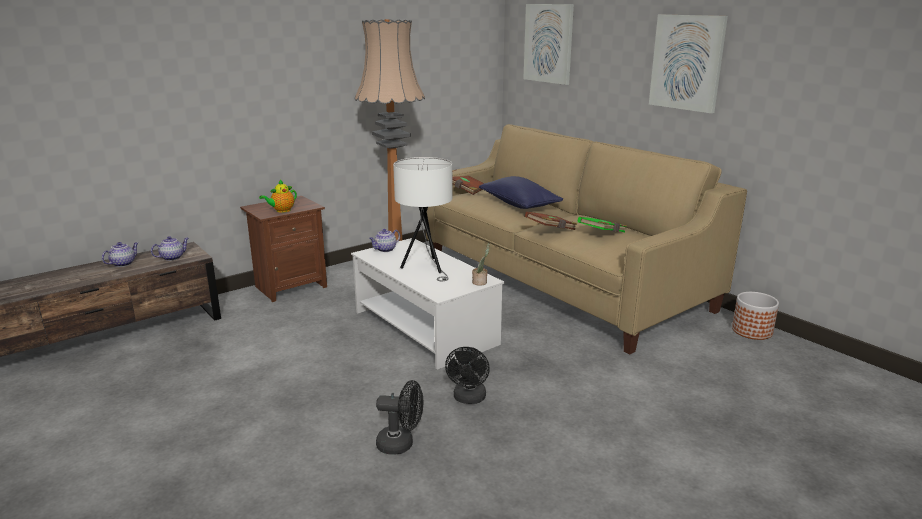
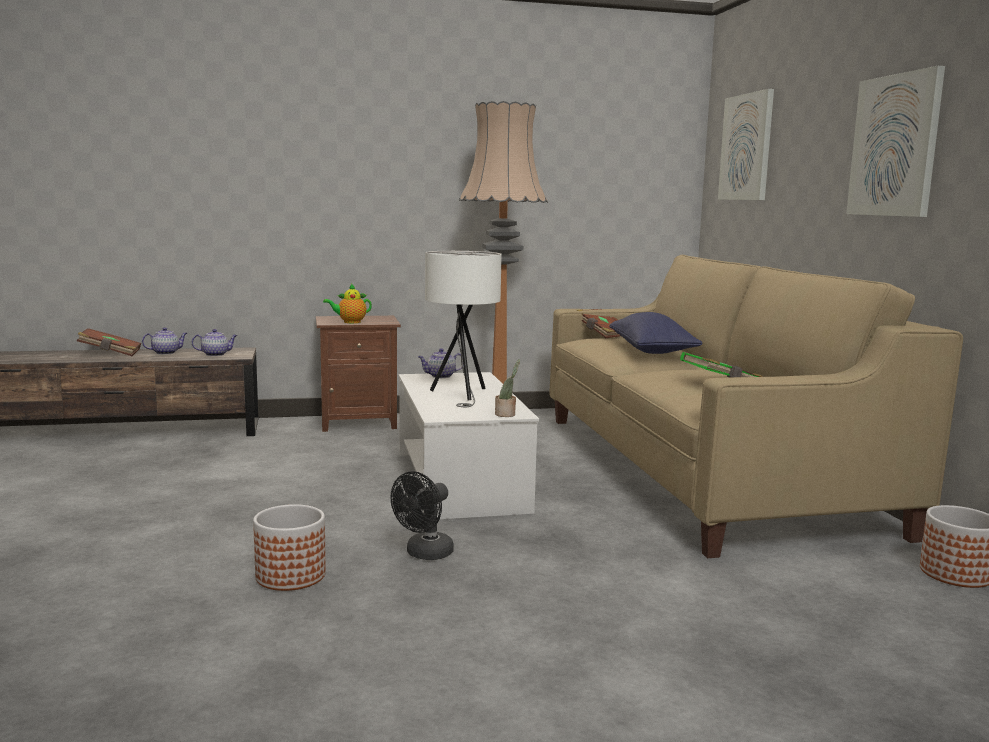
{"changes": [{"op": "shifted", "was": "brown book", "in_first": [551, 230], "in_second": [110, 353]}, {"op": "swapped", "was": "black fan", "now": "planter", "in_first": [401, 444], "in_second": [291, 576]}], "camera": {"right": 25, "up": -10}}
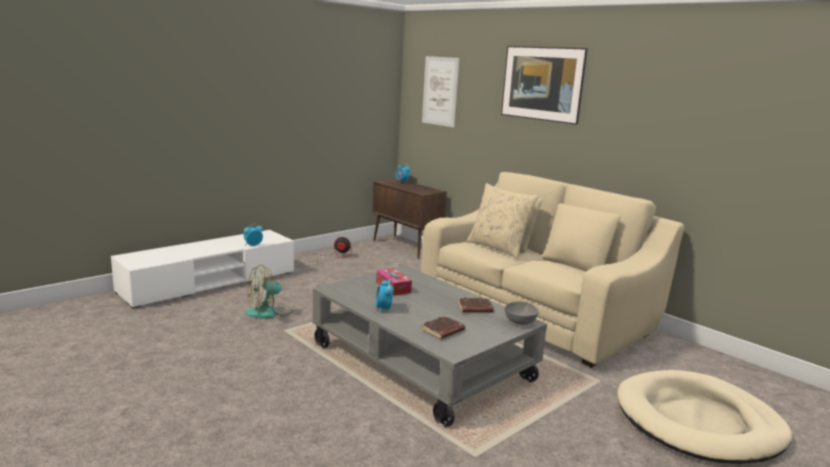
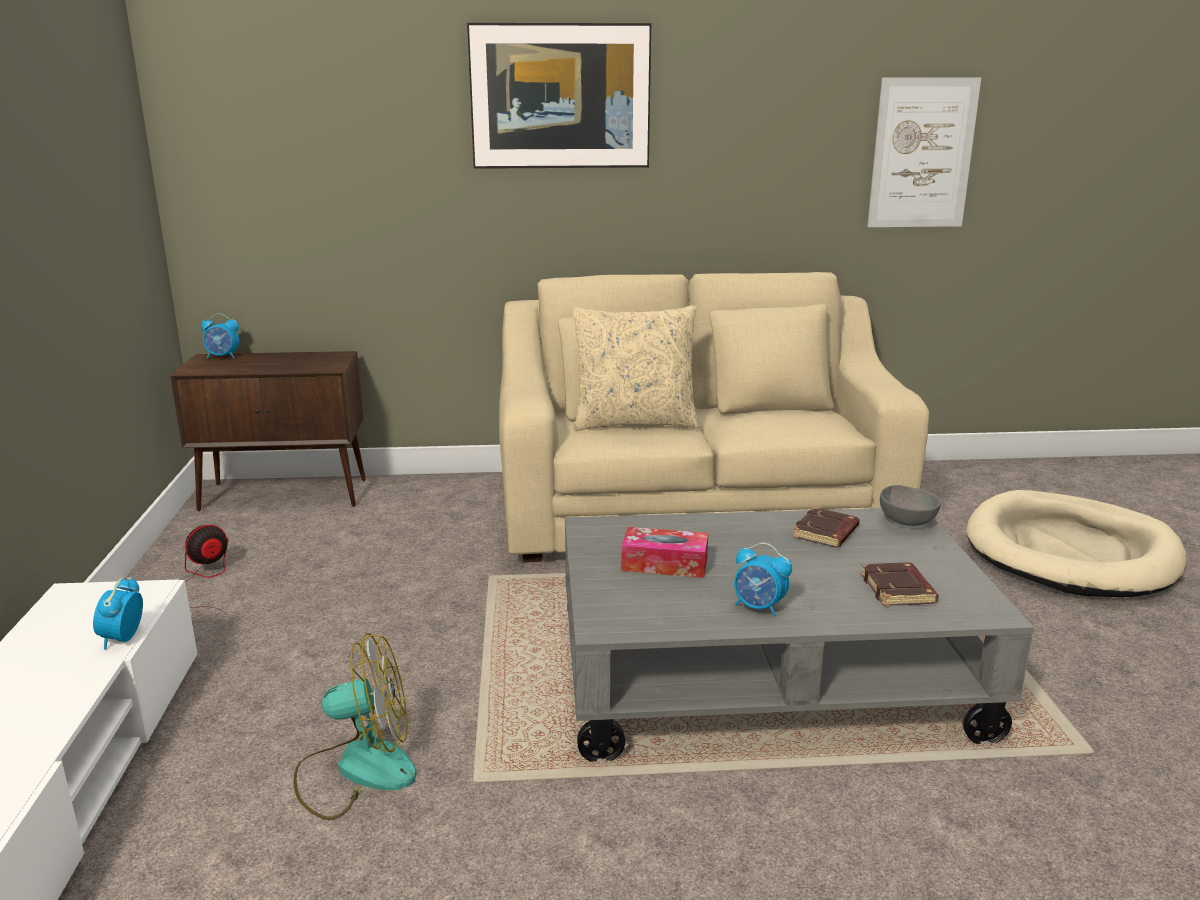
{"changes": [{"op": "shifted", "was": "picture", "in_first": [440, 91], "in_second": [922, 154]}, {"op": "rotated", "was": "fan", "in_first": [269, 312], "in_second": [357, 770], "clockwise": -105}], "camera": {"right": -50, "up": 5}}
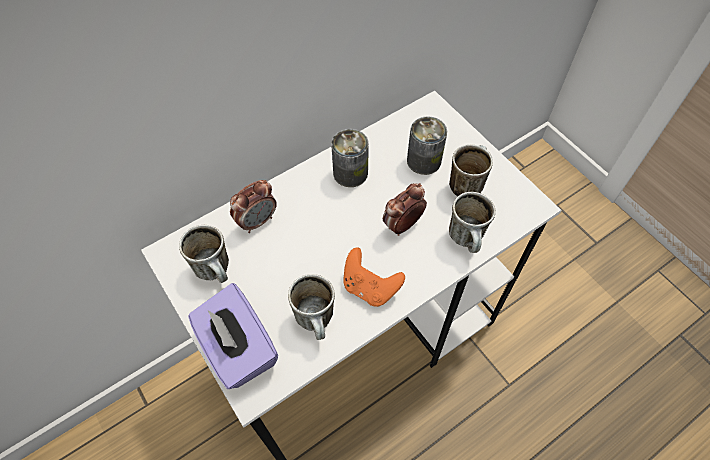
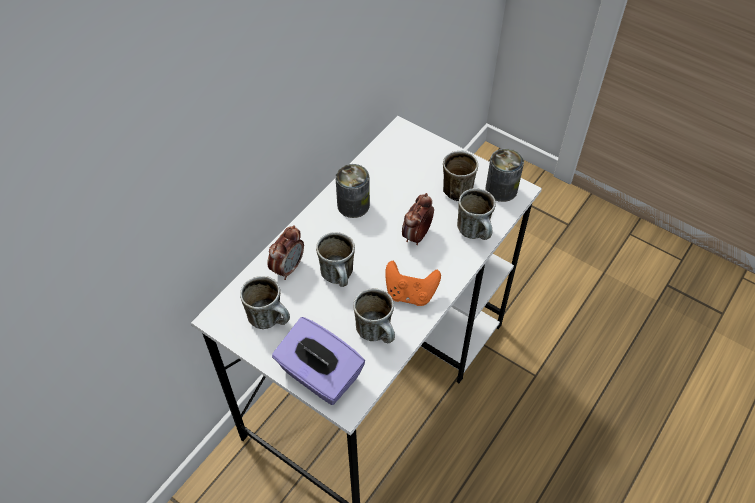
{"changes": [{"op": "shifted", "was": "can", "in_first": [424, 160], "in_second": [501, 189]}, {"op": "new", "now": "mug", "in_second": [340, 278]}], "camera": {"right": -20, "up": -5}}
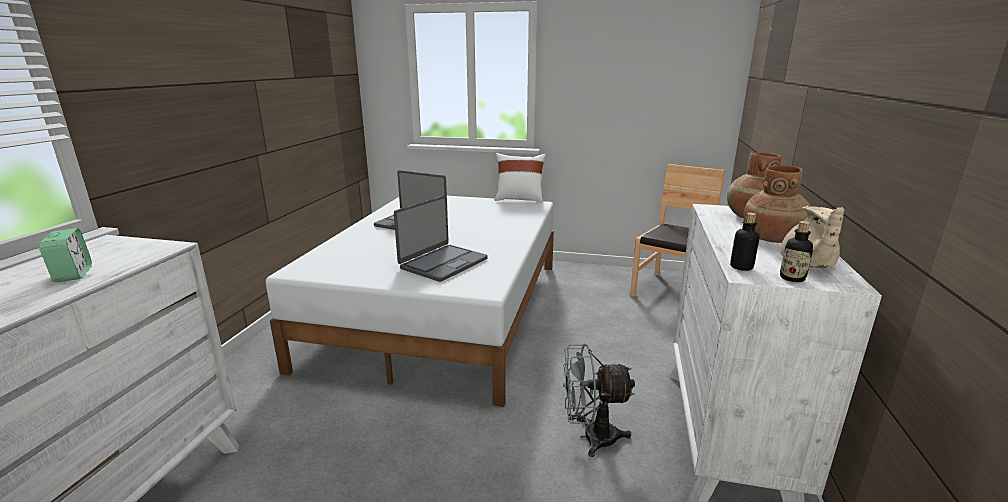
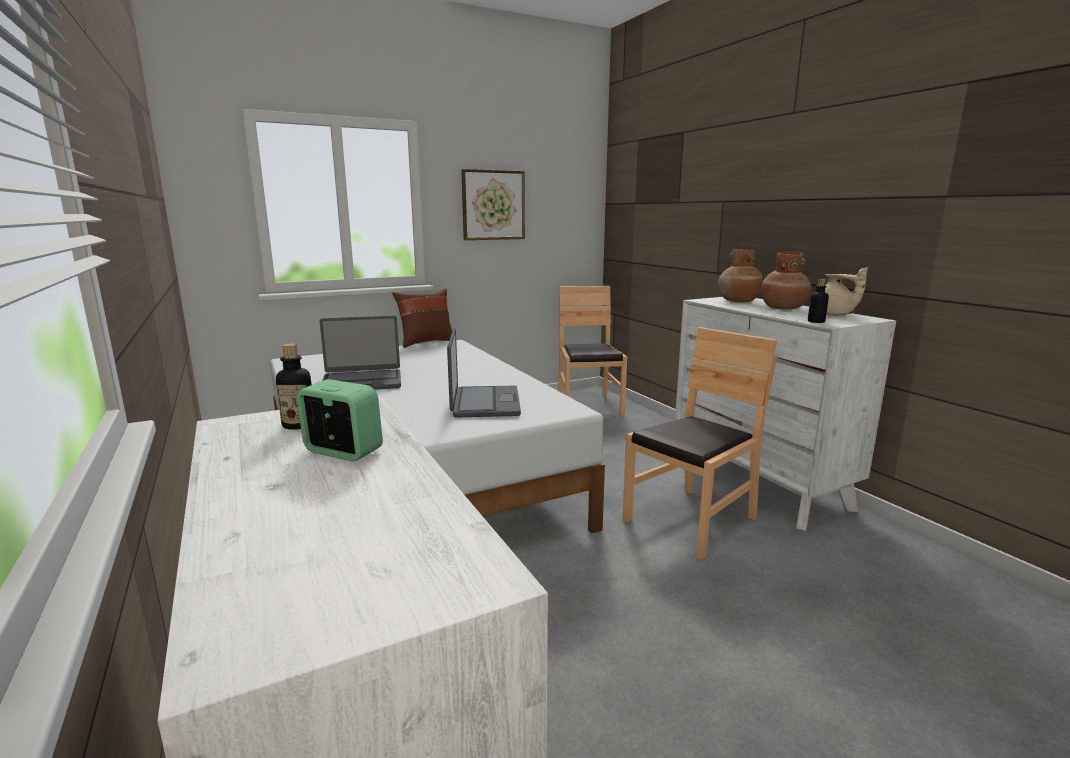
{"changes": [{"op": "repainted", "was": "white pillow", "now": "brown pillow", "in_first": [519, 199], "in_second": [426, 342]}, {"op": "shifted", "was": "bottle", "in_first": [792, 278], "in_second": [299, 425]}, {"op": "swapped", "was": "grey fan", "now": "brown chair", "in_first": [590, 437], "in_second": [691, 520]}, {"op": "new", "now": "picture", "in_second": [493, 205]}], "camera": {"right": -40, "up": -5}}
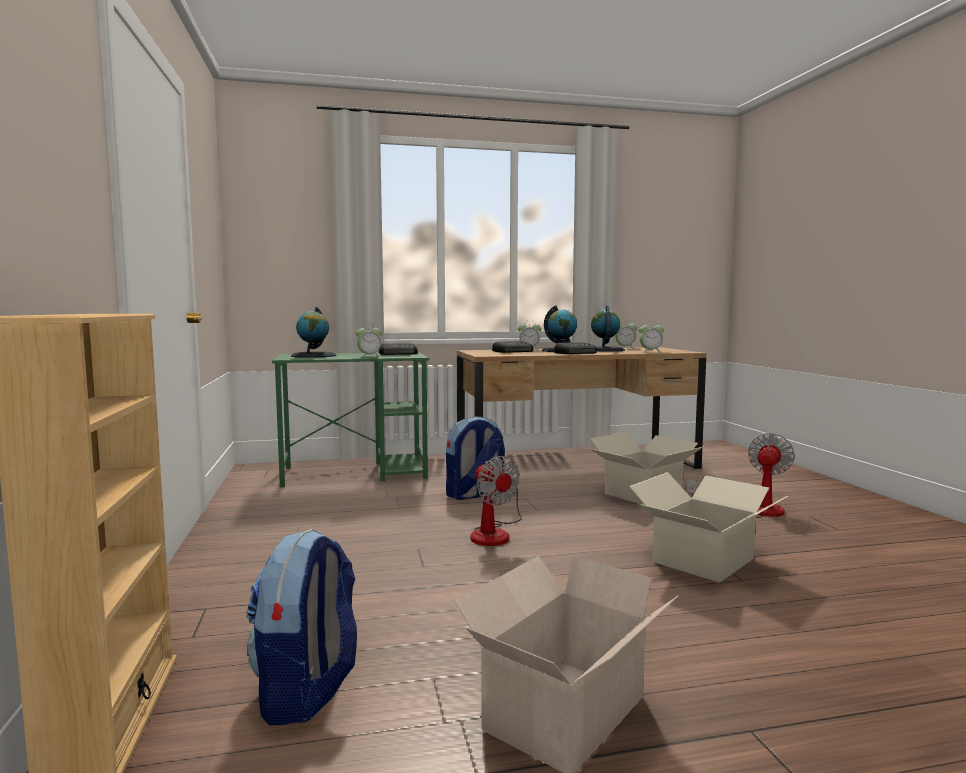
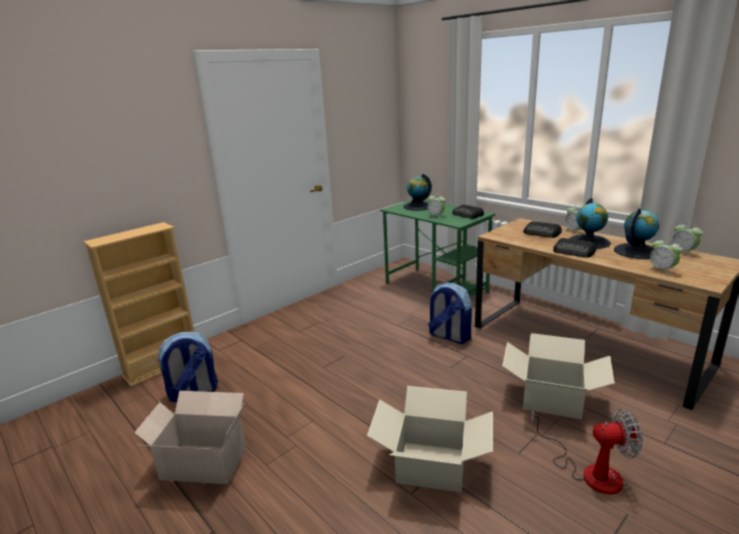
{"changes": [{"op": "gone", "was": "fan", "in_first": [494, 533]}], "camera": {"right": 60, "up": 15}}
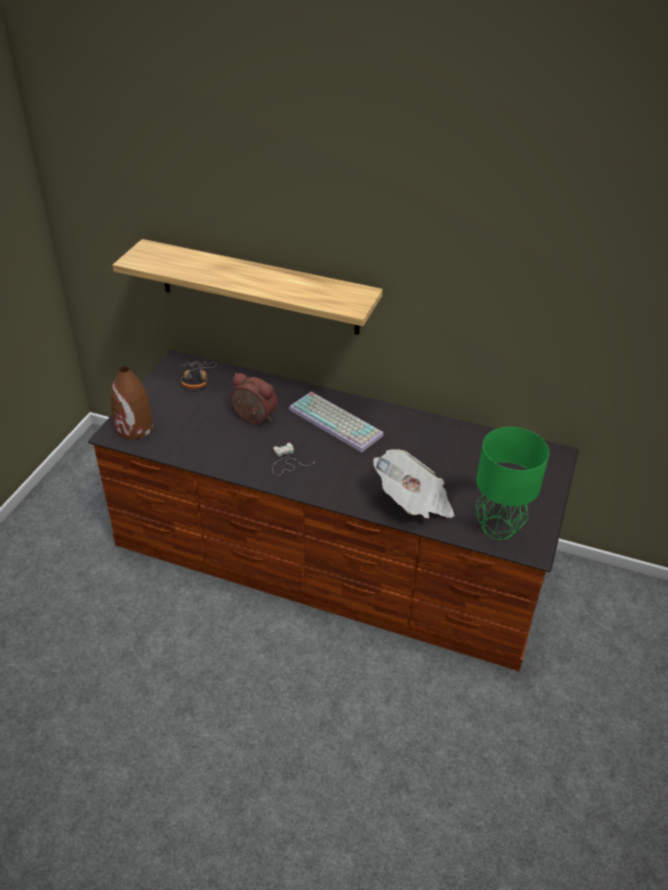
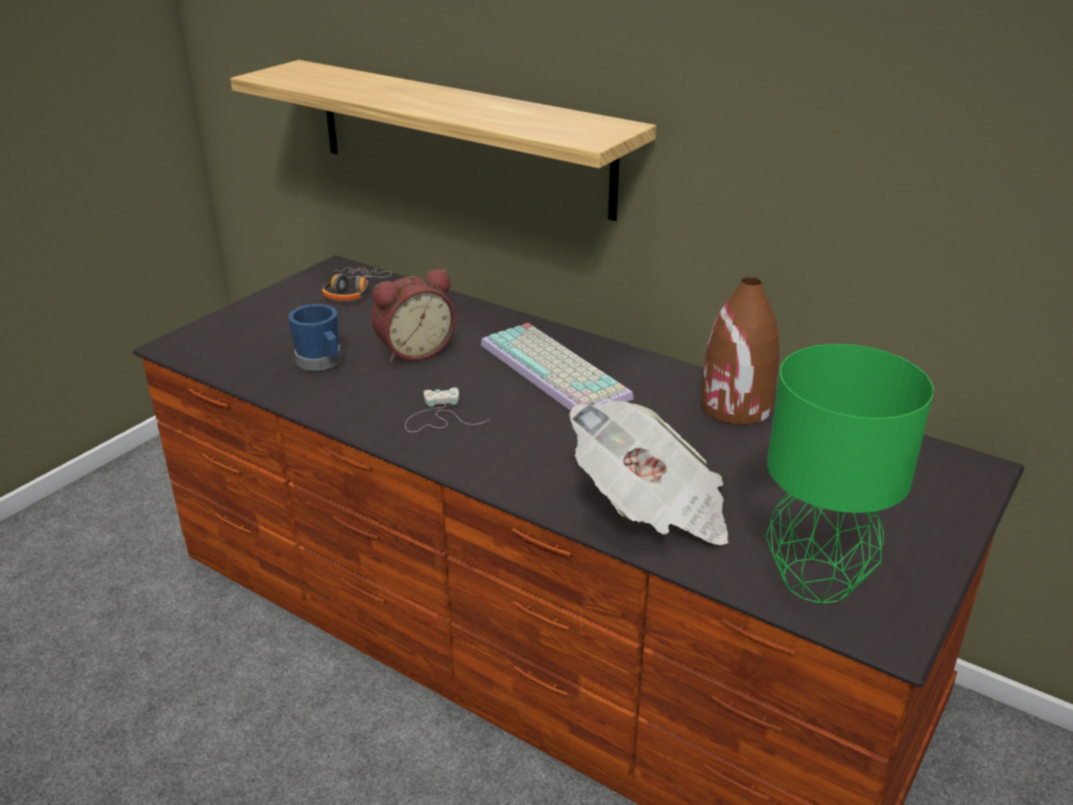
{"changes": [{"op": "shifted", "was": "brown vase", "in_first": [134, 428], "in_second": [736, 407]}, {"op": "rotated", "was": "alarm clock", "in_first": [253, 418], "in_second": [414, 350], "clockwise": 105}, {"op": "new", "now": "blue mug", "in_second": [321, 363]}], "camera": {"right": 15, "up": -10}}
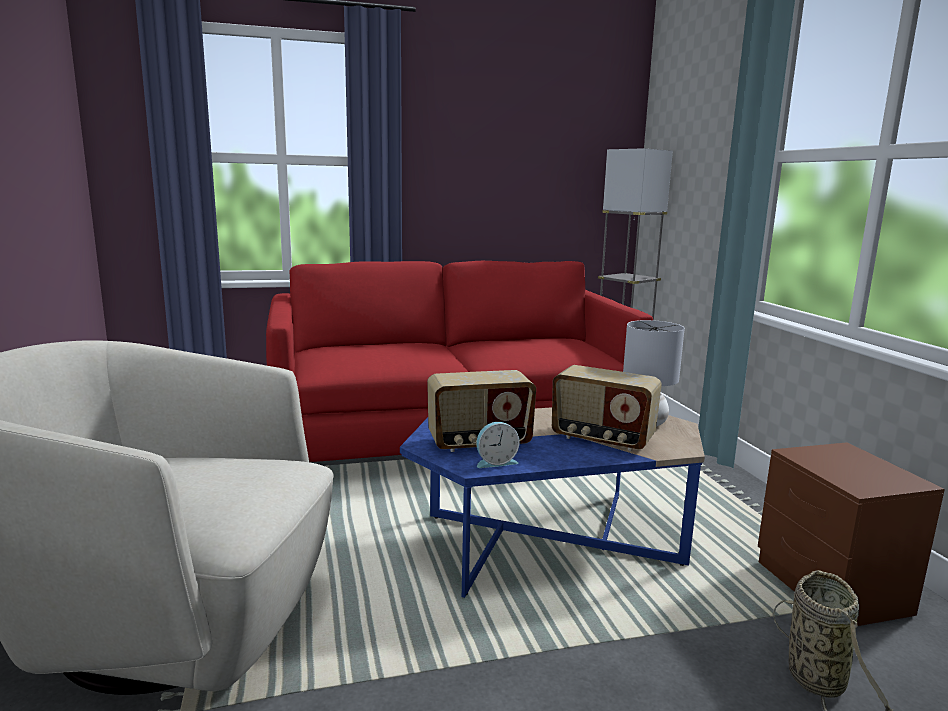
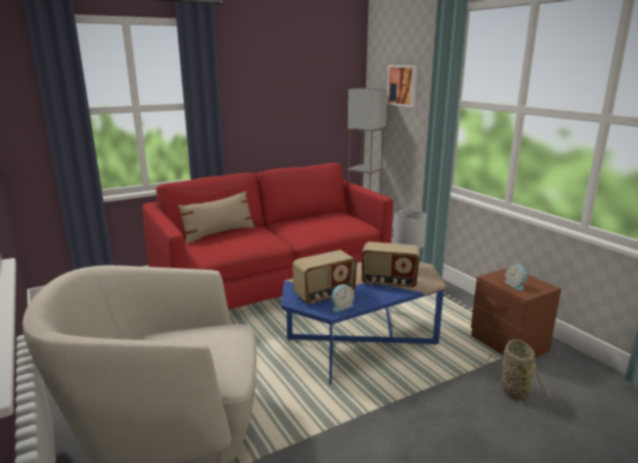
{"changes": [{"op": "new", "now": "picture", "in_second": [403, 85]}, {"op": "new", "now": "beige pillow", "in_second": [218, 233]}, {"op": "new", "now": "alarm clock", "in_second": [515, 285]}], "camera": {"right": -15, "up": 5}}
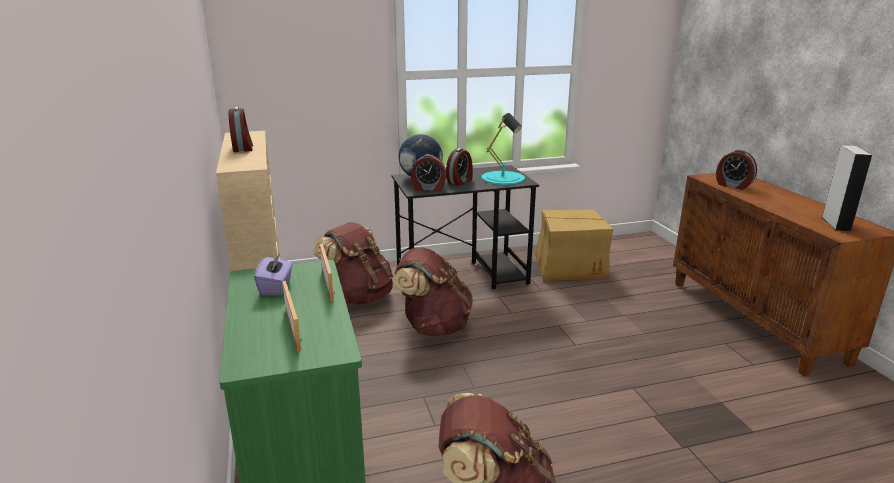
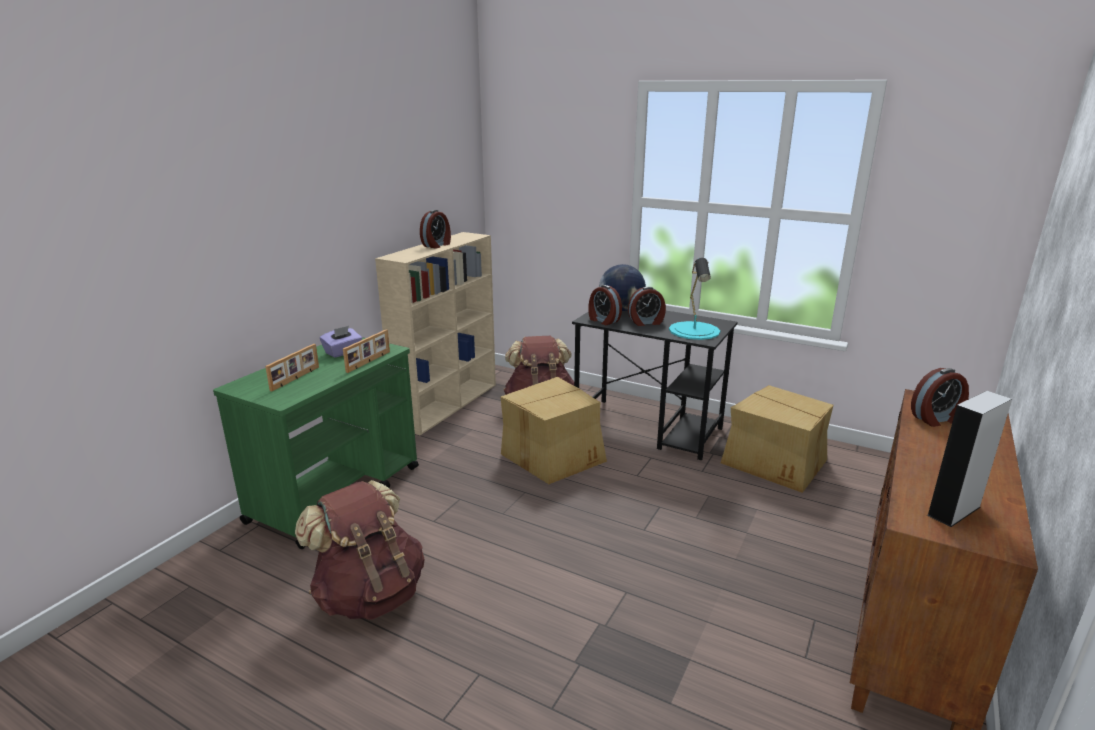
{"changes": [{"op": "rotated", "was": "alarm clock", "in_first": [733, 185], "in_second": [937, 419], "clockwise": -105}, {"op": "swapped", "was": "brown backpack", "now": "cardboard box", "in_first": [433, 327], "in_second": [553, 455]}], "camera": {"right": 45, "up": 0}}
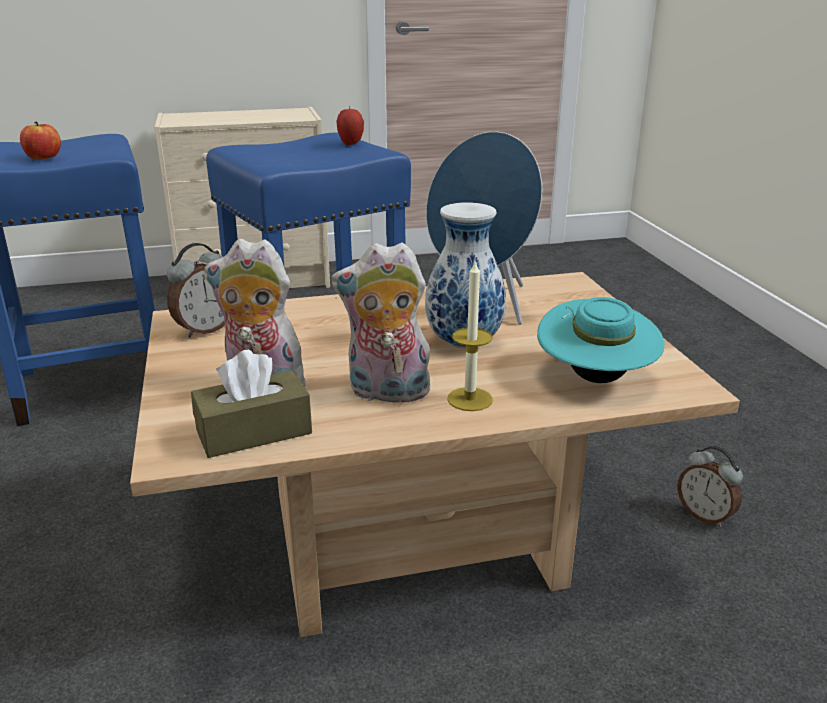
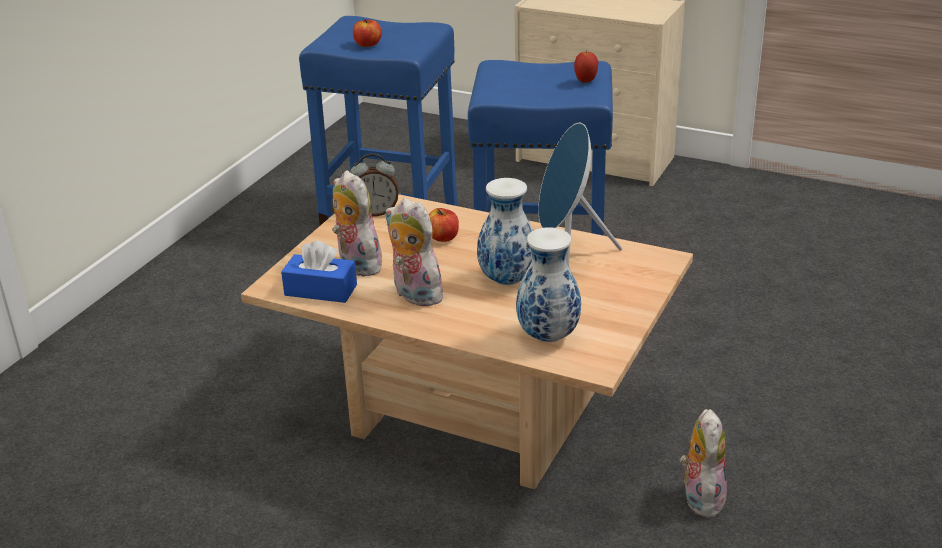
{"changes": [{"op": "gone", "was": "candle", "in_first": [469, 399]}, {"op": "swapped", "was": "turquoise hat", "now": "vase", "in_first": [595, 378], "in_second": [546, 336]}, {"op": "repainted", "was": "brown tissue box", "now": "blue tissue box", "in_first": [254, 432], "in_second": [320, 290]}, {"op": "swapped", "was": "alarm clock", "now": "plush toy", "in_first": [705, 515], "in_second": [700, 497]}, {"op": "new", "now": "apple", "in_second": [443, 237]}], "camera": {"right": 40, "up": 5}}
